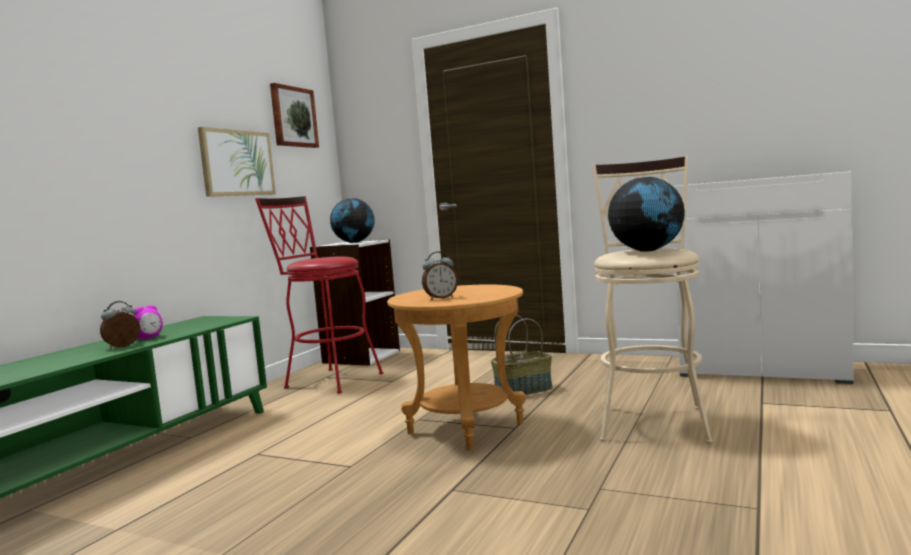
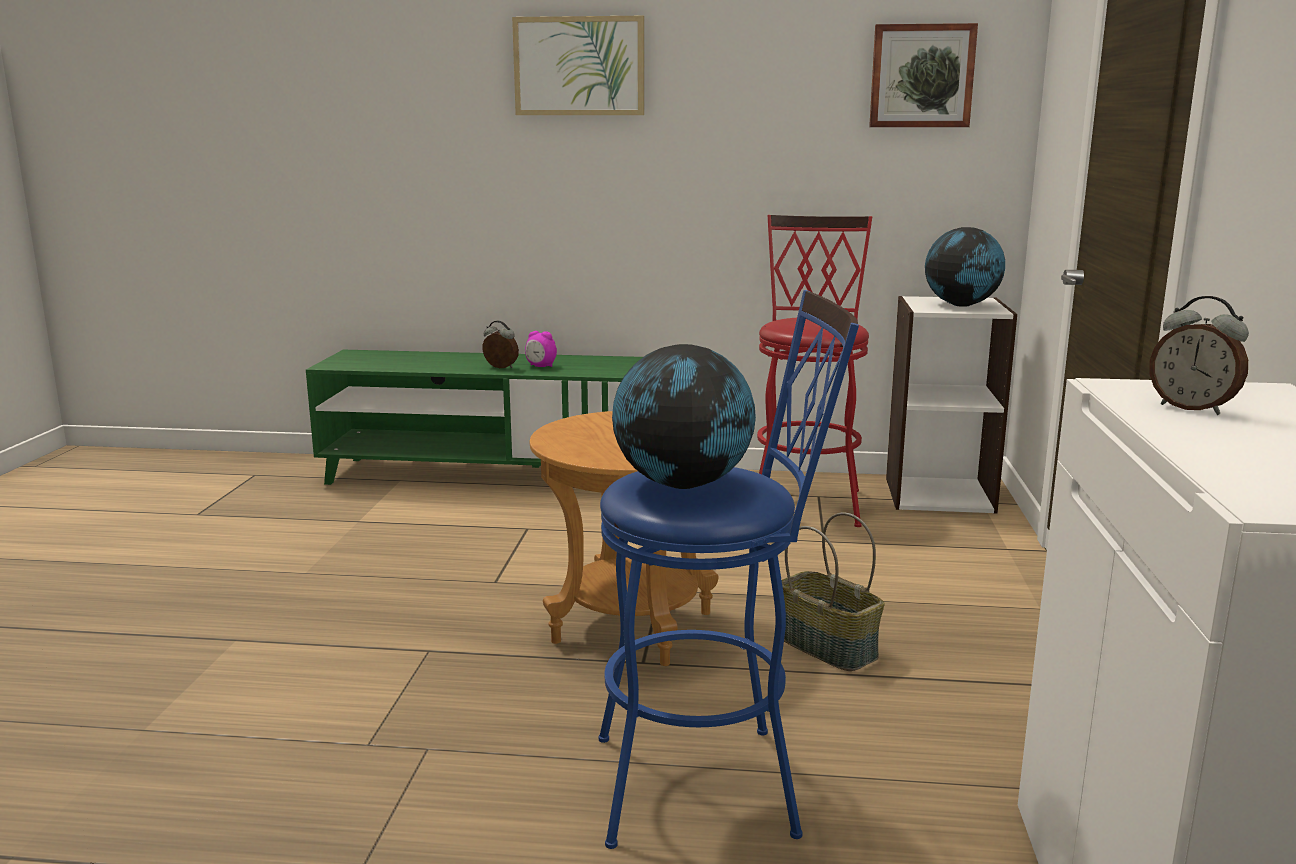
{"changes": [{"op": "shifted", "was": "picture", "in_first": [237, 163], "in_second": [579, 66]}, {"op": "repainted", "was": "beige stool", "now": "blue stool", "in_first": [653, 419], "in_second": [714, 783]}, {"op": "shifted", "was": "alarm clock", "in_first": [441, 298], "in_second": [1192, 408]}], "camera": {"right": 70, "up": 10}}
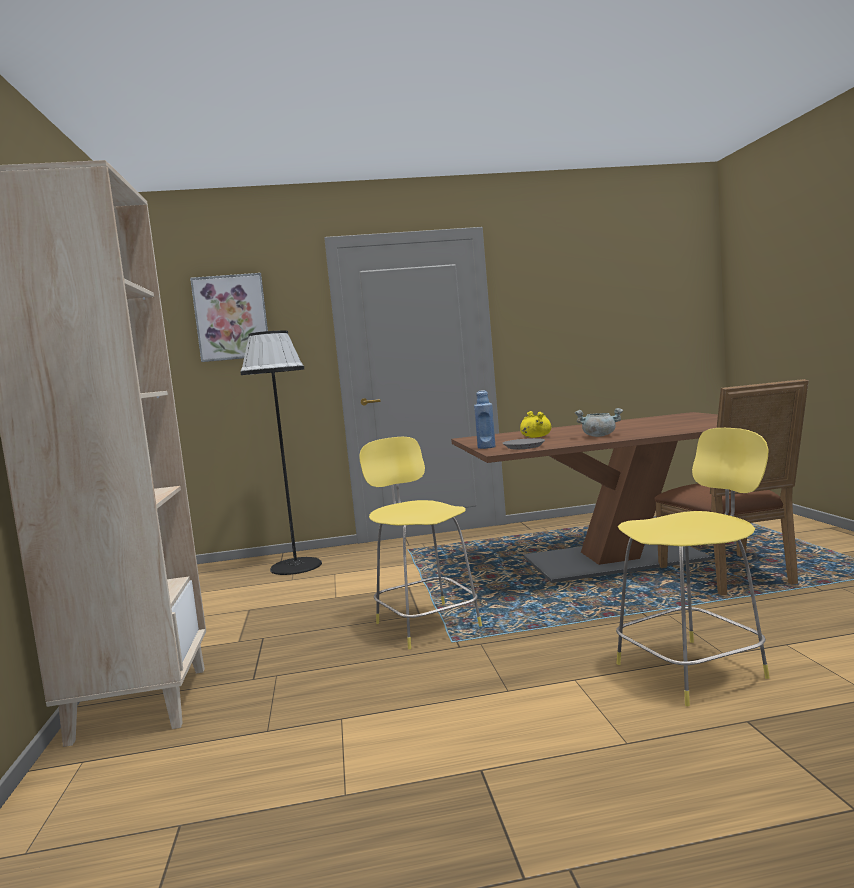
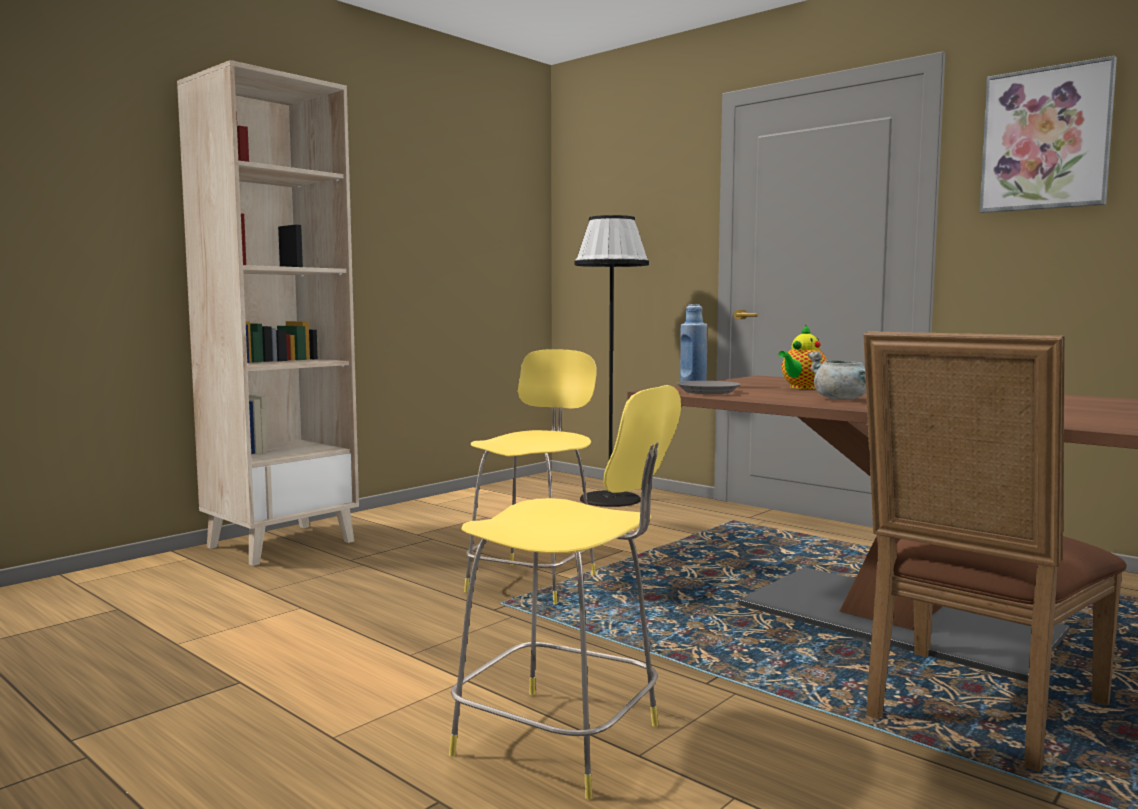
{"changes": [{"op": "shifted", "was": "picture", "in_first": [231, 317], "in_second": [1045, 139]}, {"op": "swapped", "was": "yellow cooking pot", "now": "teapot", "in_first": [535, 437], "in_second": [802, 388]}], "camera": {"right": 50, "up": 0}}
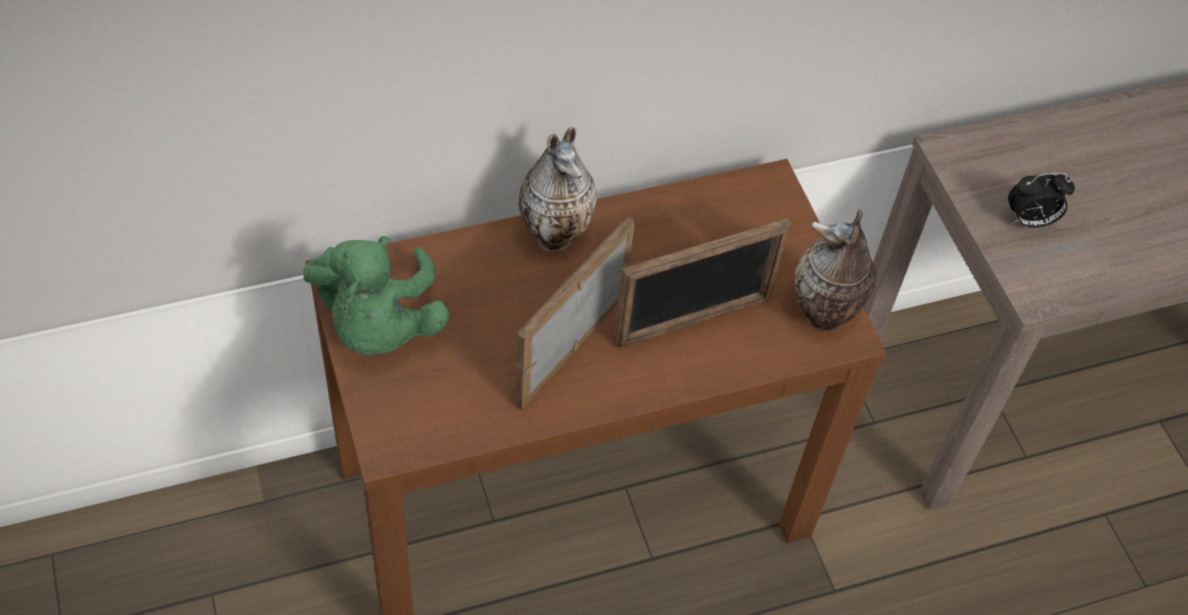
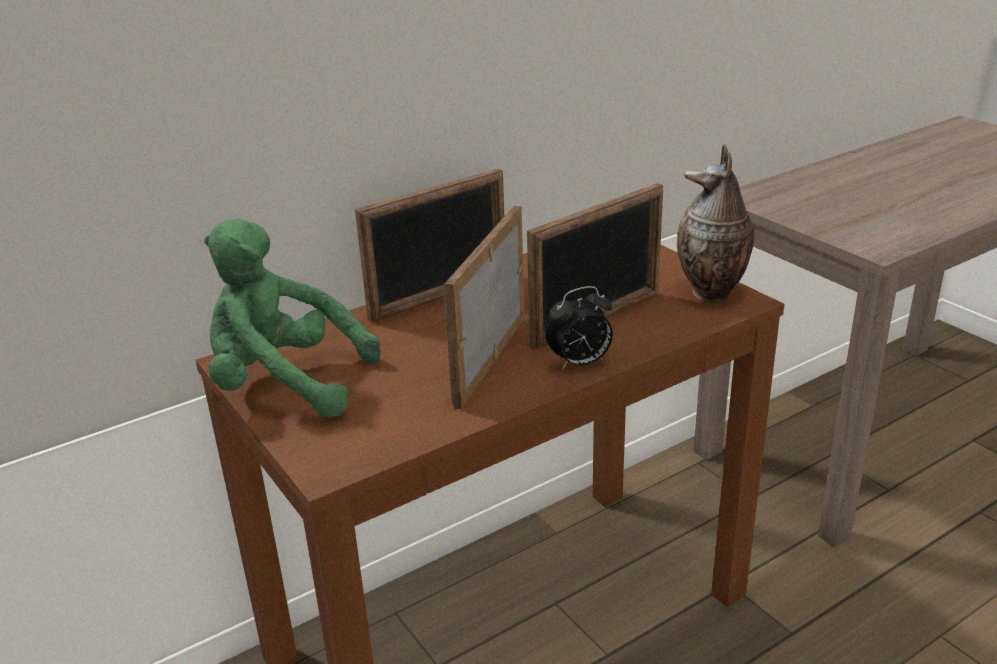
{"changes": [{"op": "swapped", "was": "vase", "now": "picture frame", "in_first": [556, 235], "in_second": [440, 297]}, {"op": "shifted", "was": "alarm clock", "in_first": [1029, 221], "in_second": [580, 363]}, {"op": "rotated", "was": "green plush toy", "in_first": [377, 325], "in_second": [285, 385], "clockwise": 120}], "camera": {"right": -10, "up": -25}}
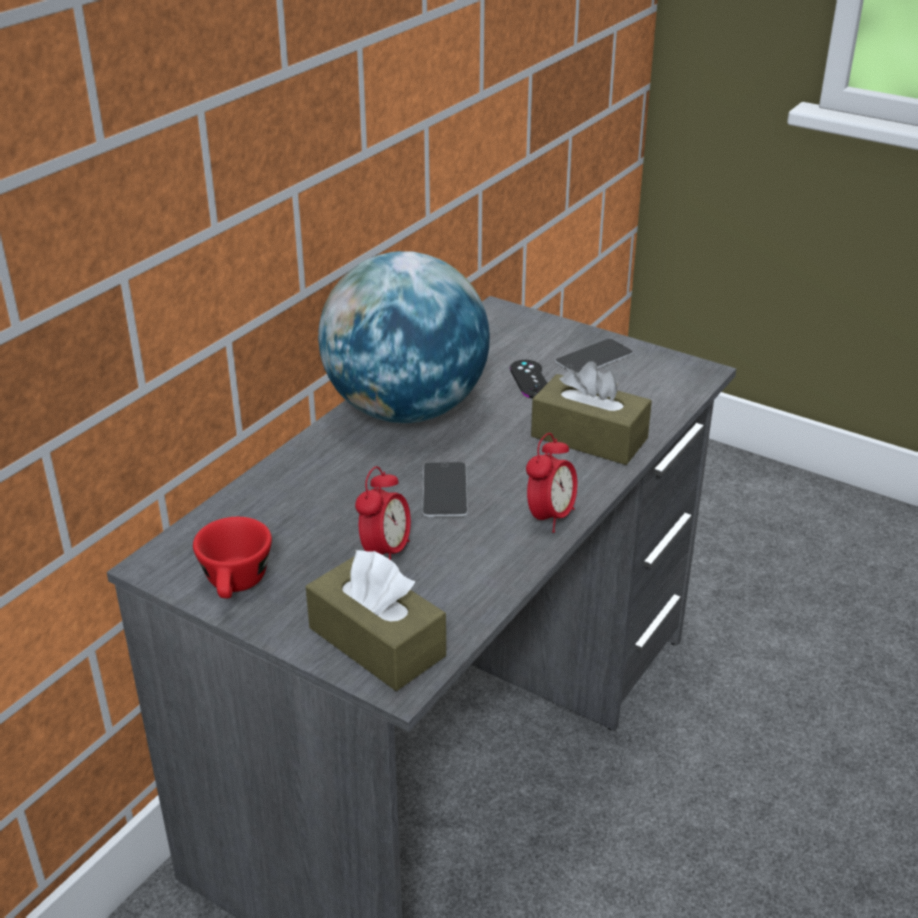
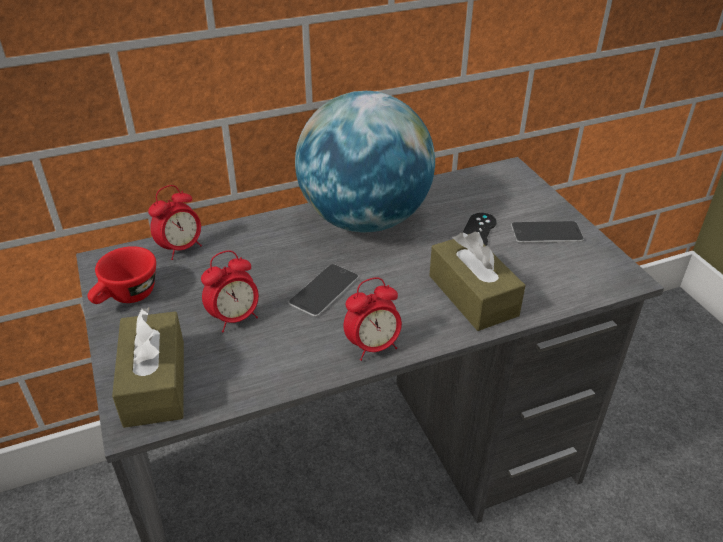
{"changes": [{"op": "new", "now": "alarm clock", "in_second": [181, 248]}], "camera": {"right": 35, "up": 5}}
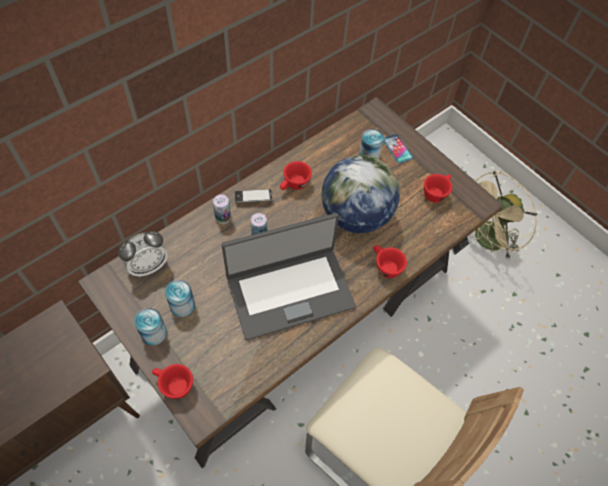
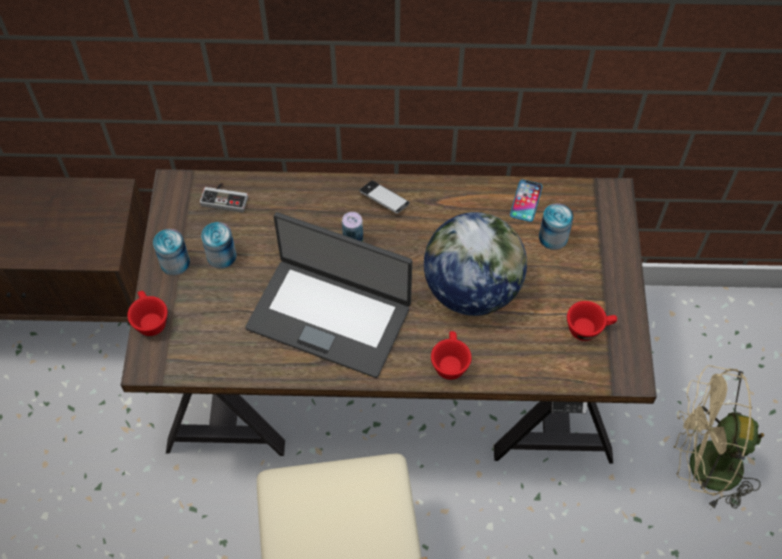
{"changes": [{"op": "shifted", "was": "phone", "in_first": [397, 148], "in_second": [526, 201]}, {"op": "gone", "was": "red cup", "in_first": [294, 185]}, {"op": "gone", "was": "can", "in_first": [223, 218]}, {"op": "swapped", "was": "alarm clock", "now": "game controller", "in_first": [148, 266], "in_second": [225, 197]}], "camera": {"right": 45, "up": 0}}
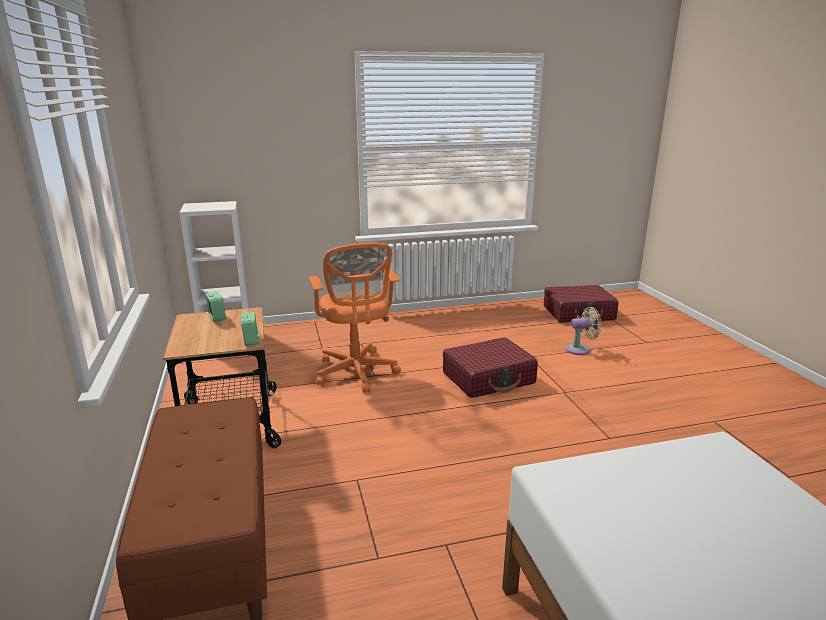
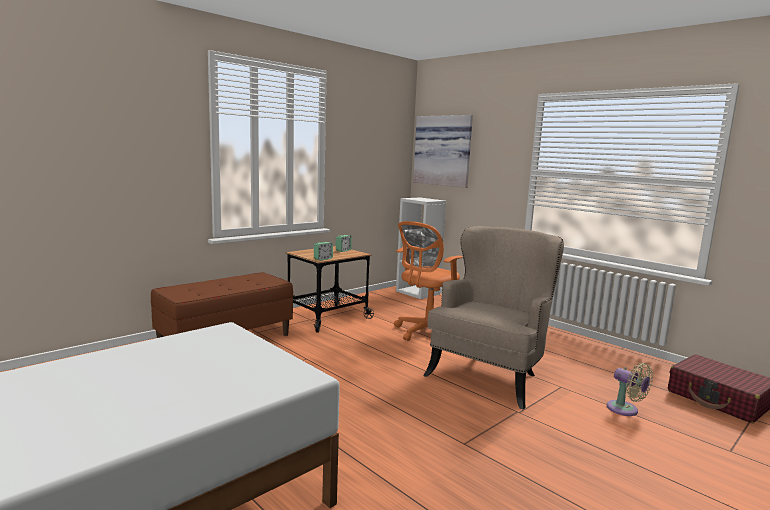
{"changes": [{"op": "swapped", "was": "red suitcase", "now": "beige armchair", "in_first": [489, 378], "in_second": [490, 375]}, {"op": "new", "now": "picture", "in_second": [443, 150]}], "camera": {"right": 60, "up": -10}}
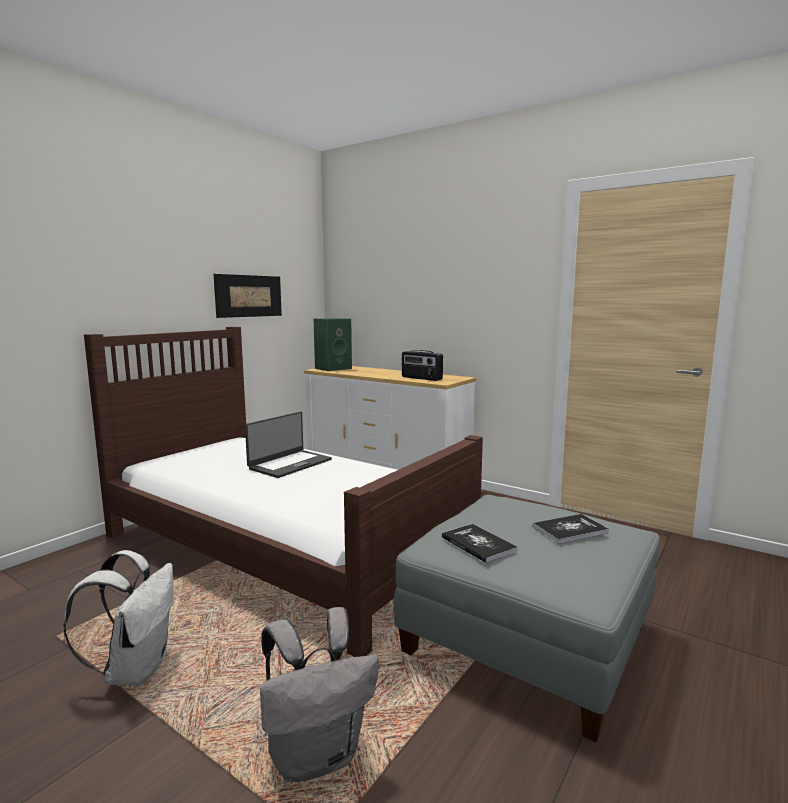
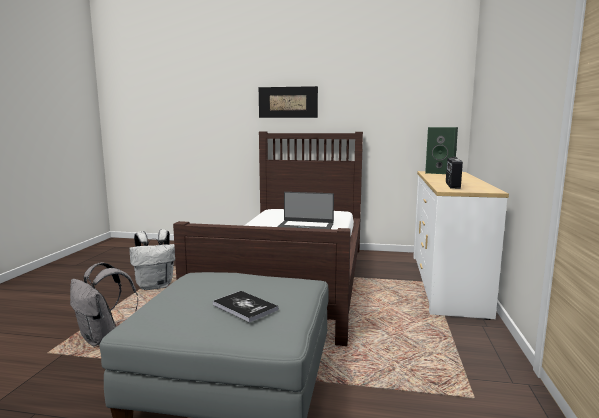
{"changes": [{"op": "shifted", "was": "picture", "in_first": [249, 296], "in_second": [288, 102]}, {"op": "gone", "was": "book", "in_first": [478, 544]}], "camera": {"right": 65, "up": 0}}
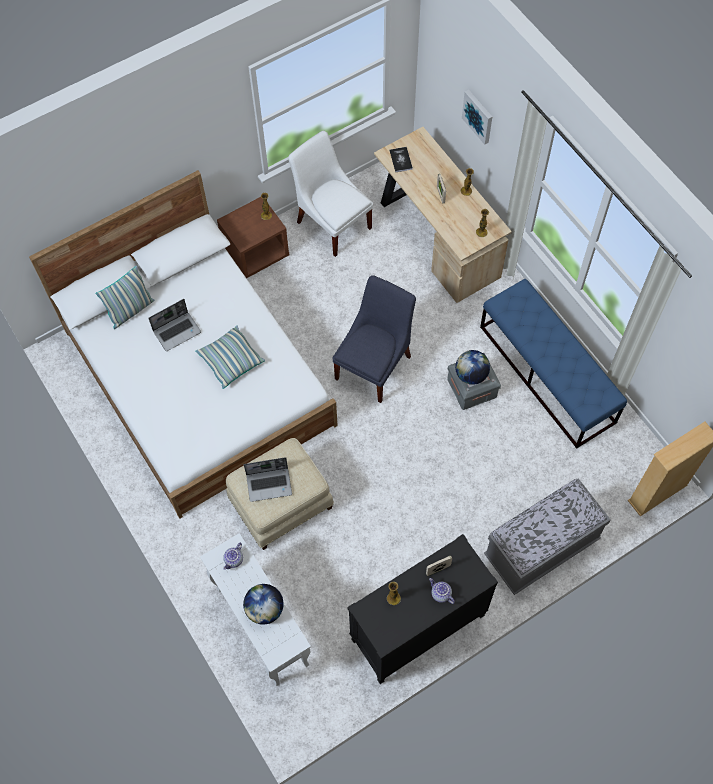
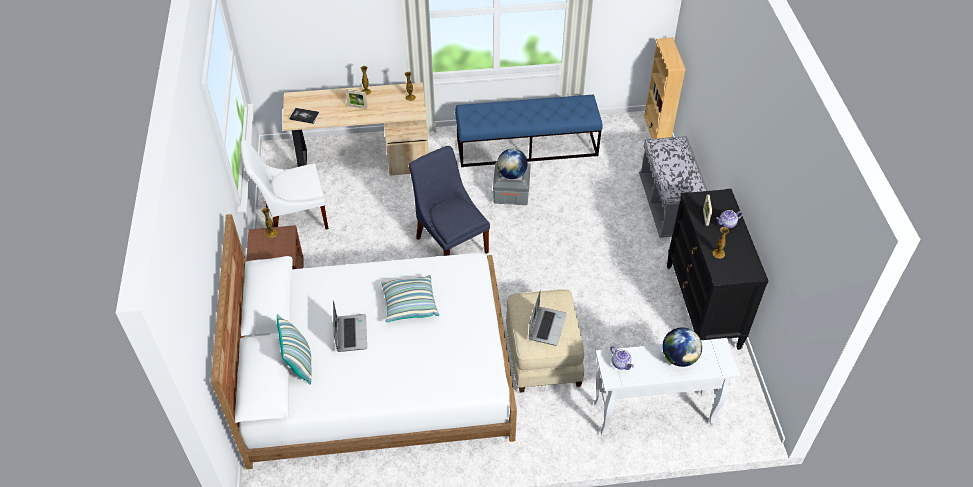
{"changes": [{"op": "gone", "was": "picture", "in_first": [478, 116]}], "camera": {"right": -65, "up": -15}}
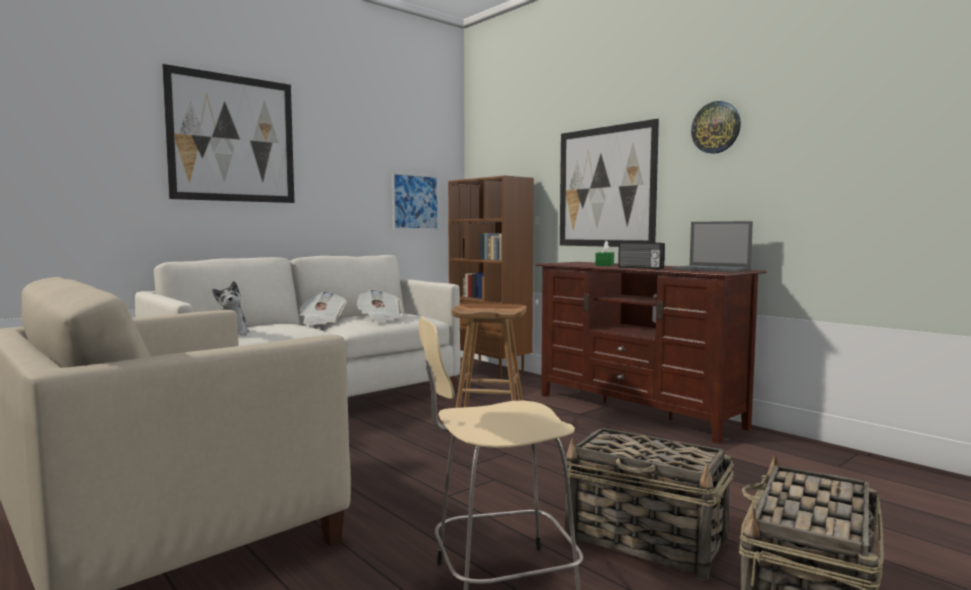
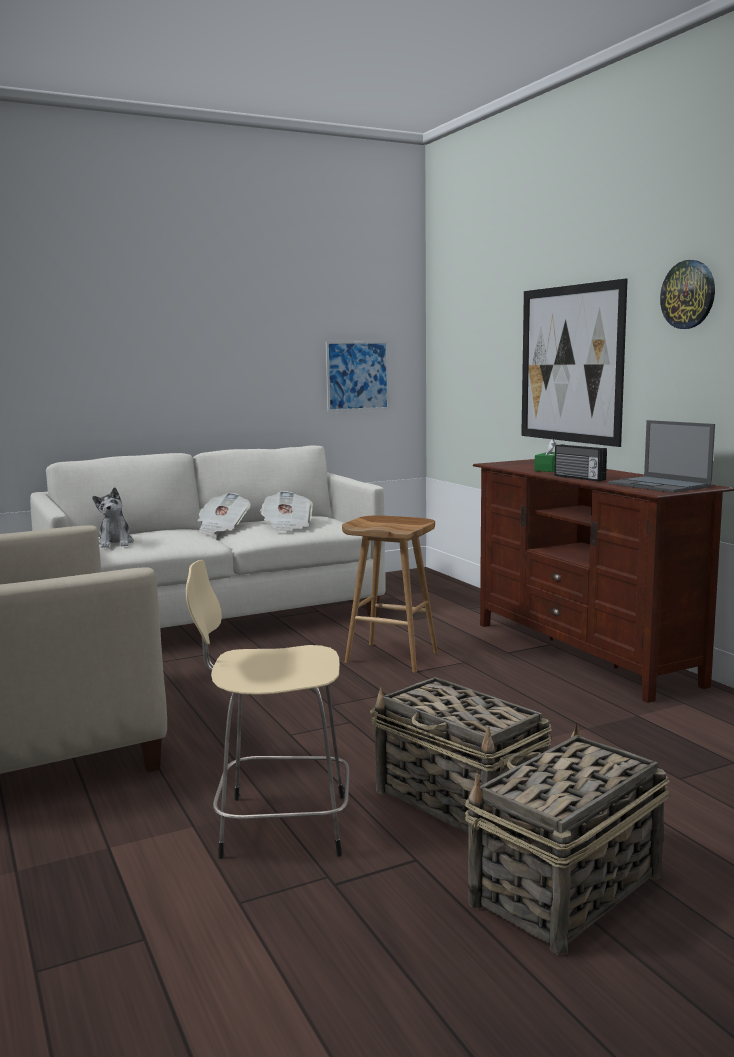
{"changes": [{"op": "gone", "was": "picture", "in_first": [232, 138]}, {"op": "gone", "was": "brown bookcase", "in_first": [490, 369]}], "camera": {"right": 15, "up": 5}}
